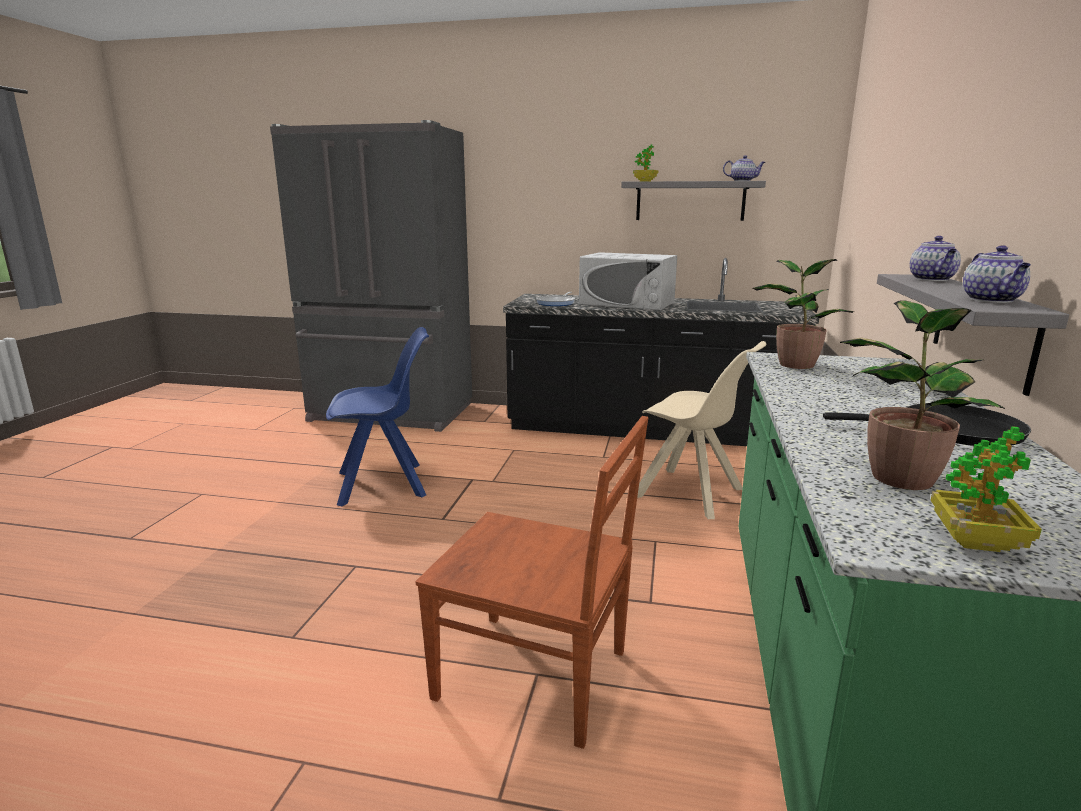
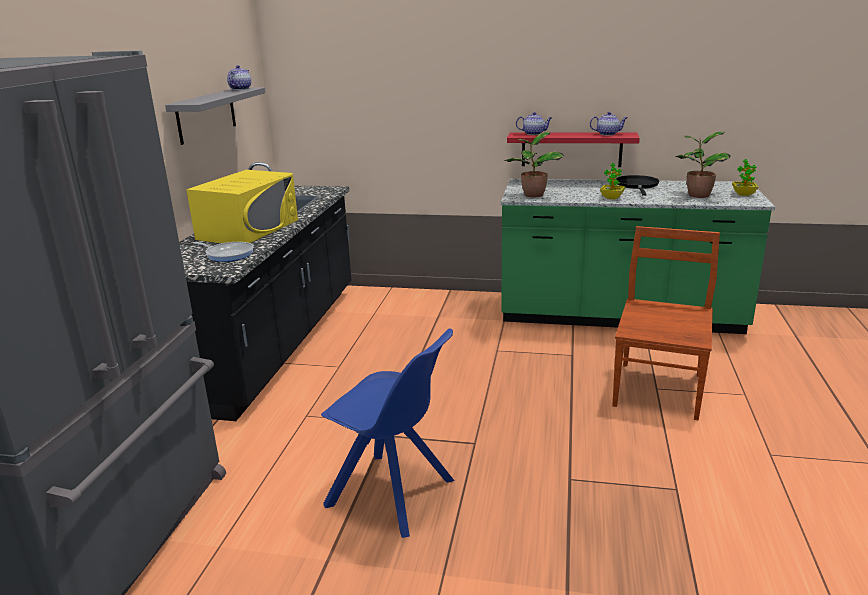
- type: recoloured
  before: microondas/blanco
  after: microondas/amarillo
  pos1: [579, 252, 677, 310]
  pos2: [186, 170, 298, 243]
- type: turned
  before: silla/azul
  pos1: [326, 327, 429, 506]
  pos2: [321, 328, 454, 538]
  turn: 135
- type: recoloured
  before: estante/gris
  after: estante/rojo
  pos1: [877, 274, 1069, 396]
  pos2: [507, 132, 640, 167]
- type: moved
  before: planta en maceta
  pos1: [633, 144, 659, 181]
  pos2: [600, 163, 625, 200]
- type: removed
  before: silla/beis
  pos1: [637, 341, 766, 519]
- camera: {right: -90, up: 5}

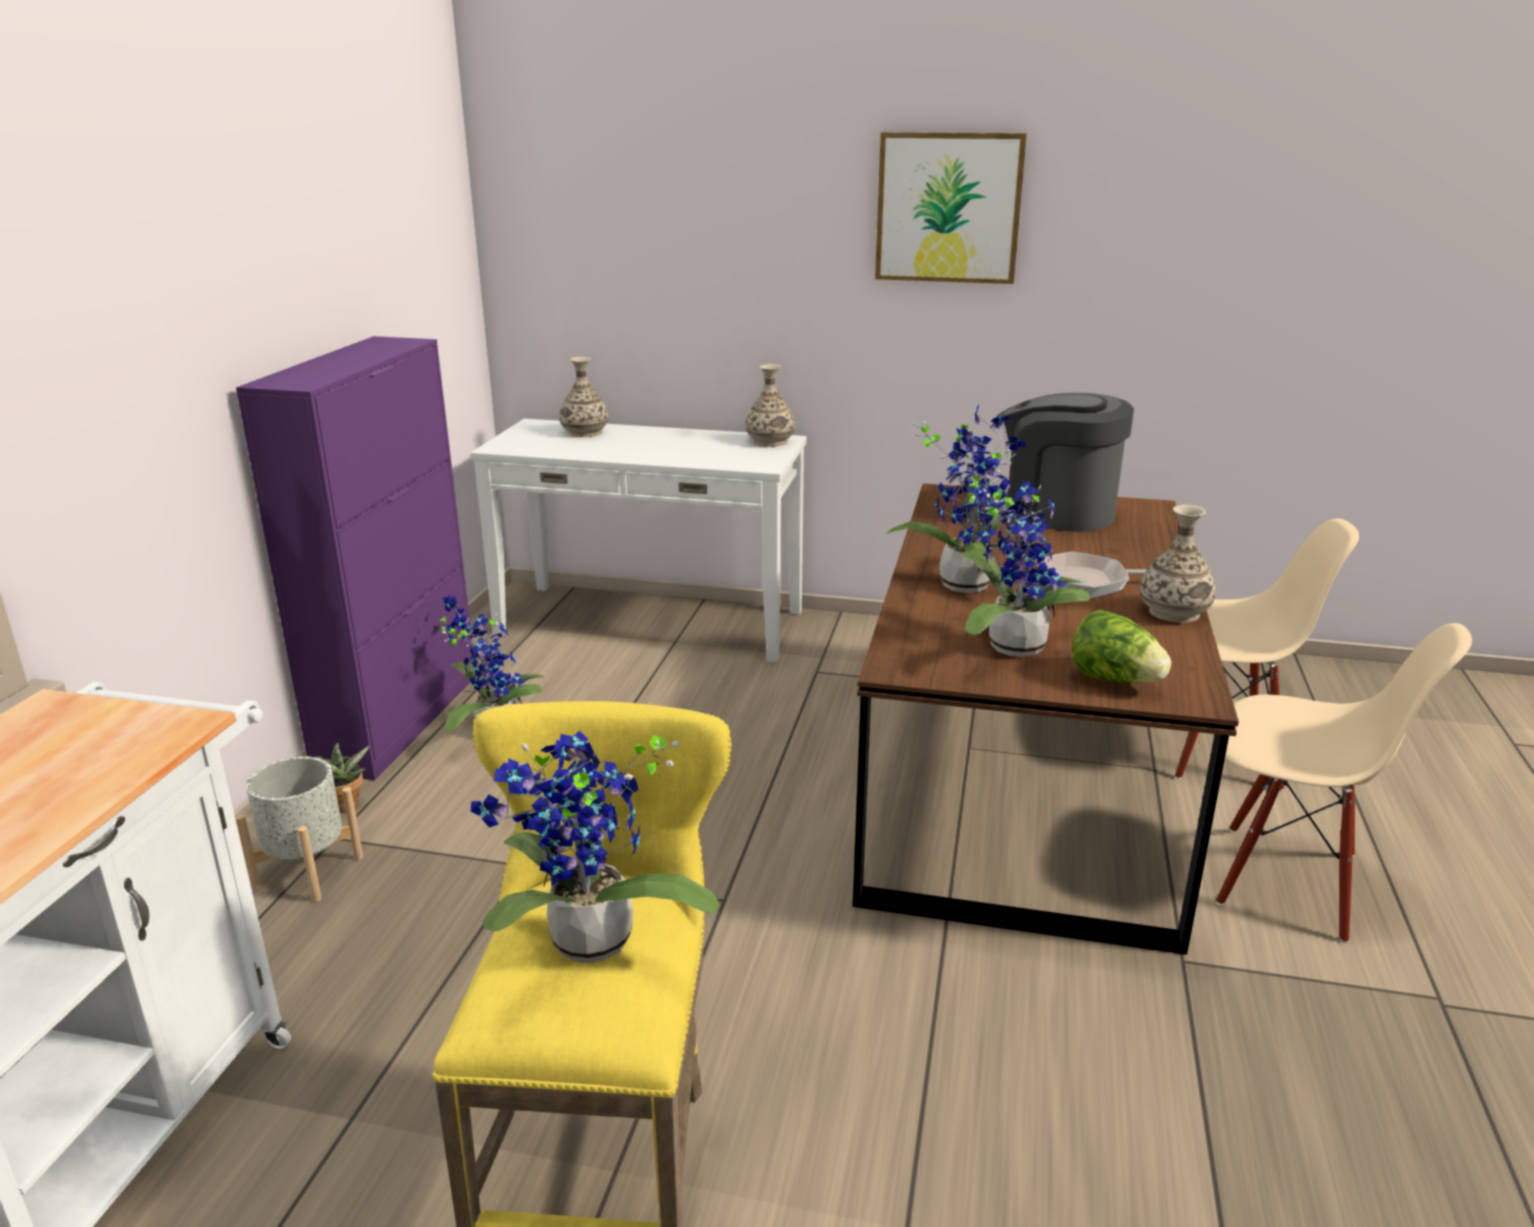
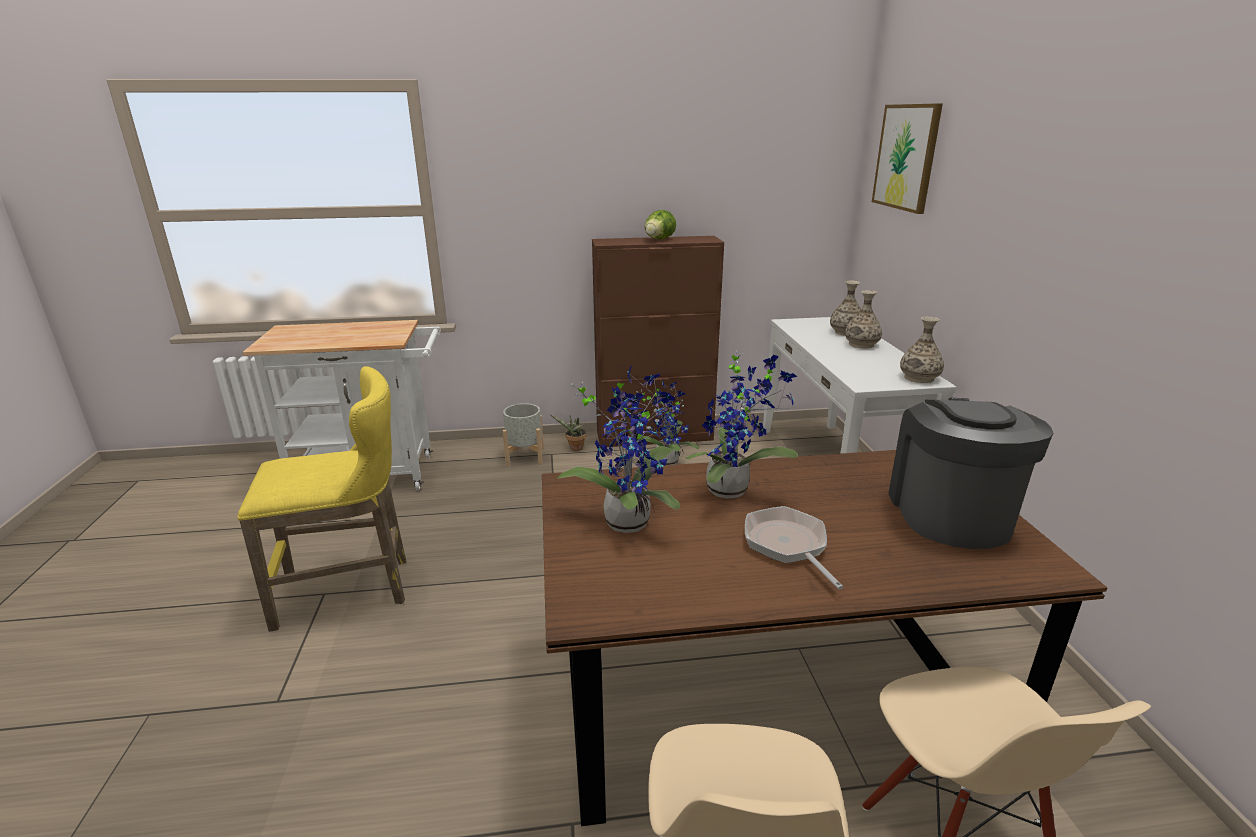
- type: recoloured
  before: armario/morado
  after: armario/marrón
  pos1: [236, 336, 473, 781]
  pos2: [592, 236, 724, 447]
- type: moved
  before: lechuga
  pos1: [1071, 610, 1171, 683]
  pos2: [645, 210, 676, 239]
- type: moved
  before: florero
  pos1: [1140, 505, 1216, 623]
  pos2: [845, 290, 882, 348]
- type: moved
  before: cuadro
  pos1: [875, 132, 1027, 284]
  pos2: [872, 103, 943, 214]
- type: removed
  before: planta en maceta
  pos1: [471, 731, 720, 963]
- camera: {right: 70, up: 0}

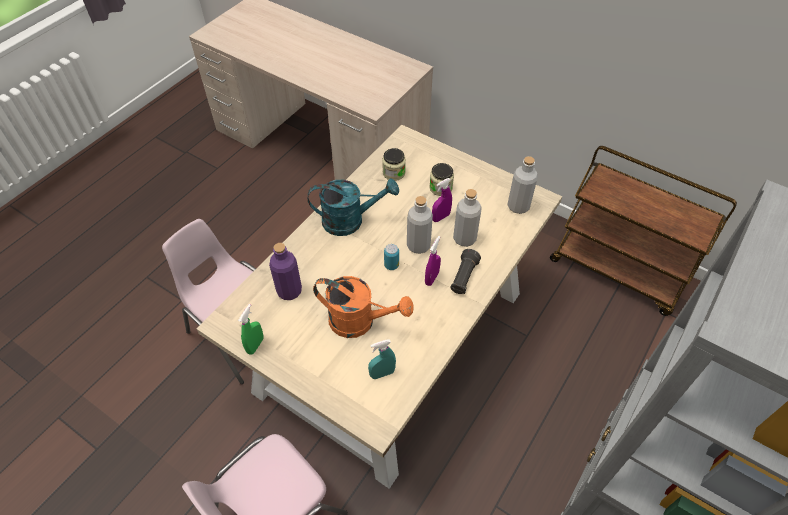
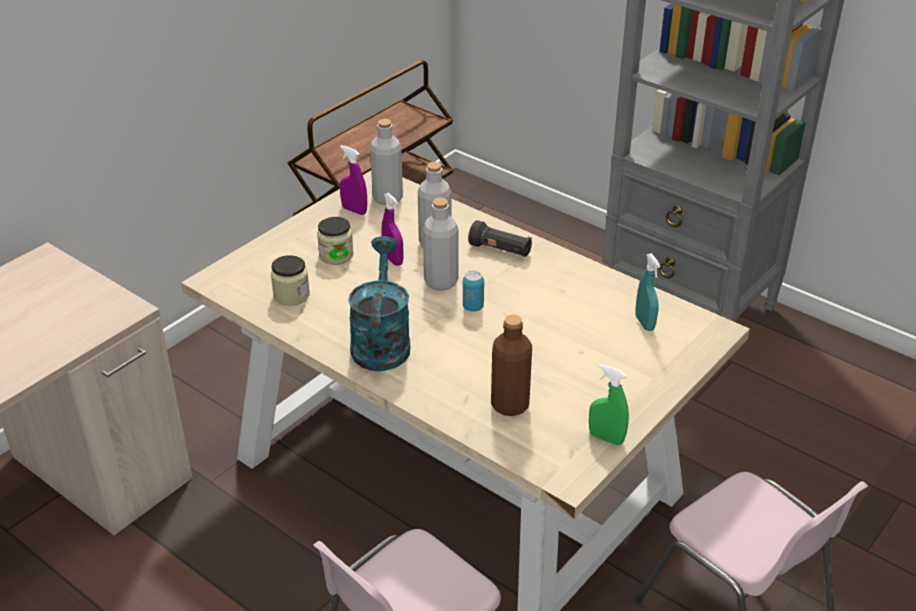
- type: moved
  before: pulverizador/morado
  pos1: [425, 236, 441, 286]
  pos2: [340, 145, 367, 215]
- type: recoloured
  before: botella/morado
  after: botella/marrón
  pos1: [269, 243, 302, 300]
  pos2: [491, 314, 532, 416]
- type: removed
  before: regadera/naranja
  pos1: [313, 276, 414, 338]
- camera: {right: -85, up: -15}

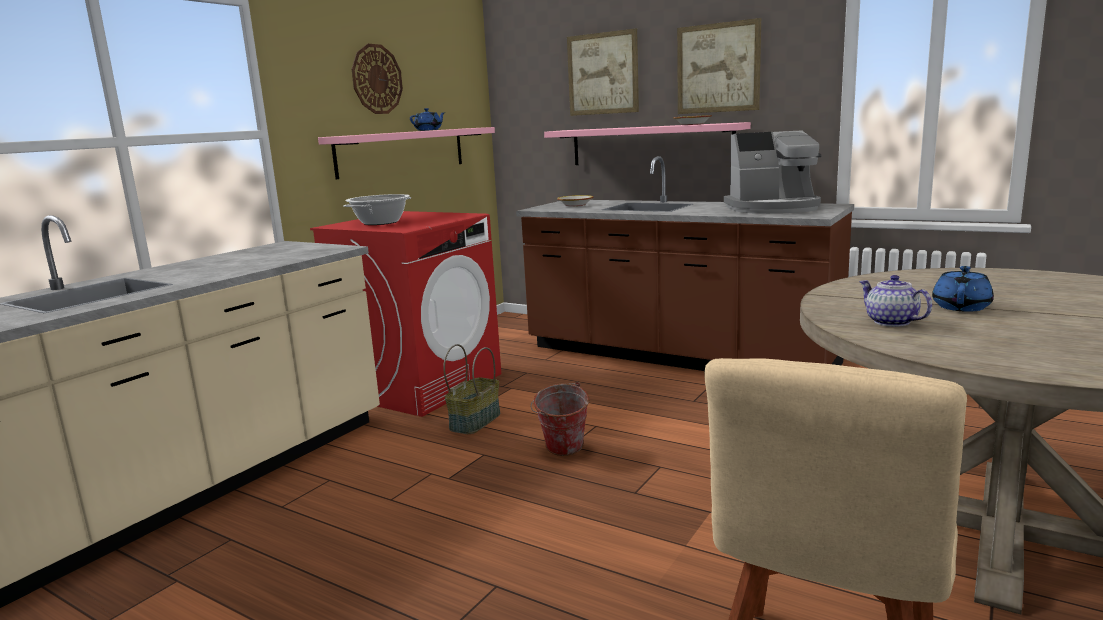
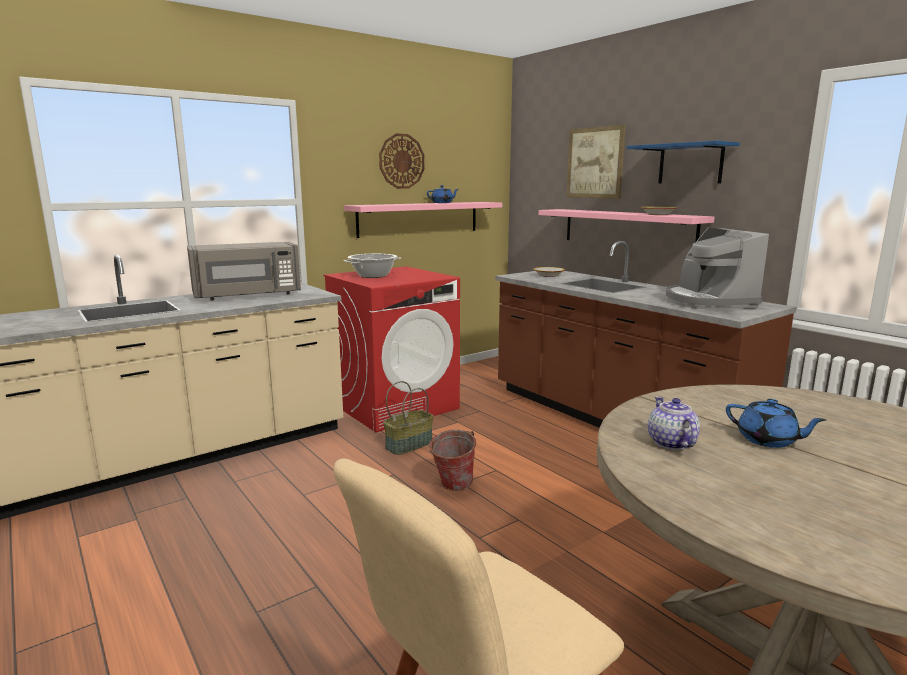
- type: added
  after: microondas/gris
  pos2: [187, 242, 301, 301]
- type: replaced
  before: cuadro
  after: estante/azul
  pos1: [677, 18, 761, 114]
  pos2: [627, 141, 740, 184]
- type: turned
  before: cafetera
  pos1: [724, 130, 822, 214]
  pos2: [666, 228, 769, 309]
  turn: 60
- type: turned
  before: tetera/azul
  pos1: [932, 266, 994, 312]
  pos2: [726, 399, 826, 448]
  turn: 75
- camera: {right: 20, up: 0}

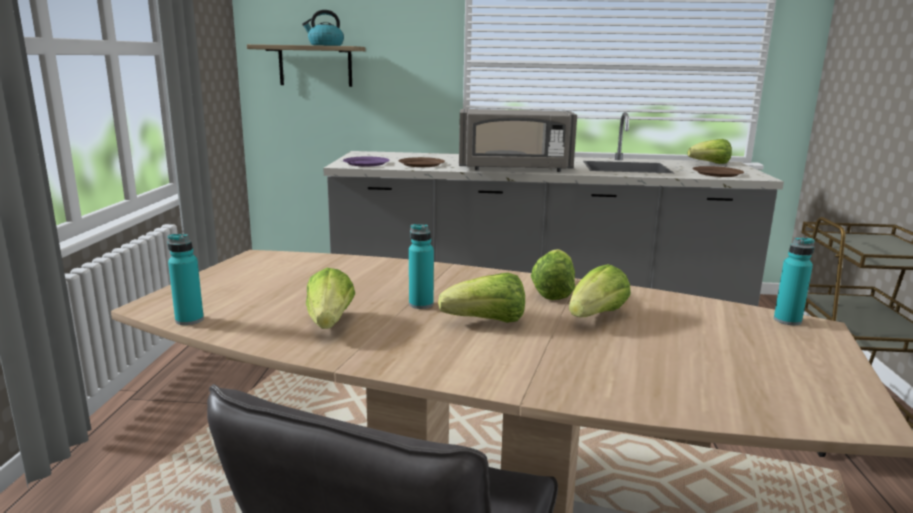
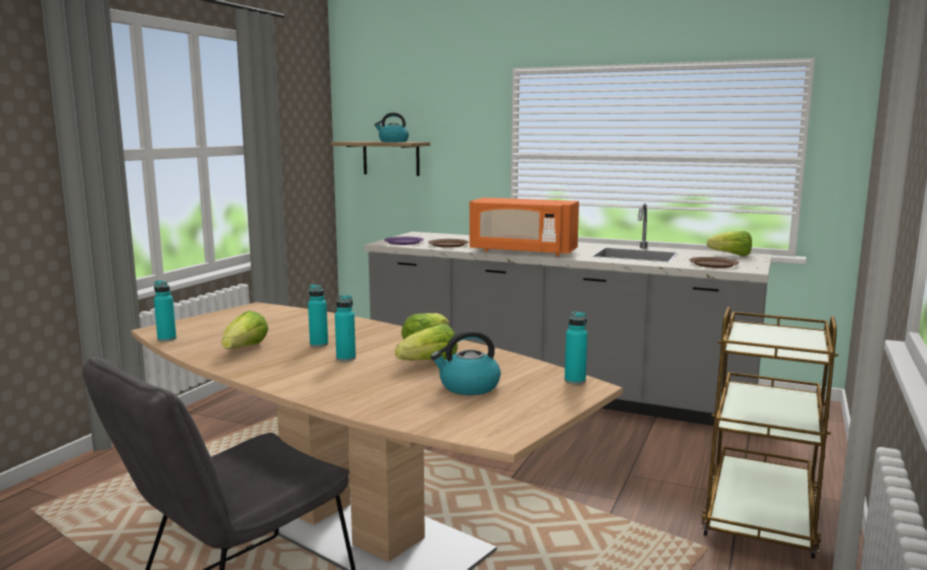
- type: replaced
  before: lechuga
  after: botella/turquesa
  pos1: [438, 273, 525, 323]
  pos2: [335, 295, 356, 361]
- type: added
  after: hervidor
  pos2: [431, 330, 501, 395]
- type: recoloured
  before: microondas/gris
  after: microondas/naranja
  pos1: [459, 109, 577, 172]
  pos2: [469, 198, 579, 256]
- camera: {right: 20, up: -5}

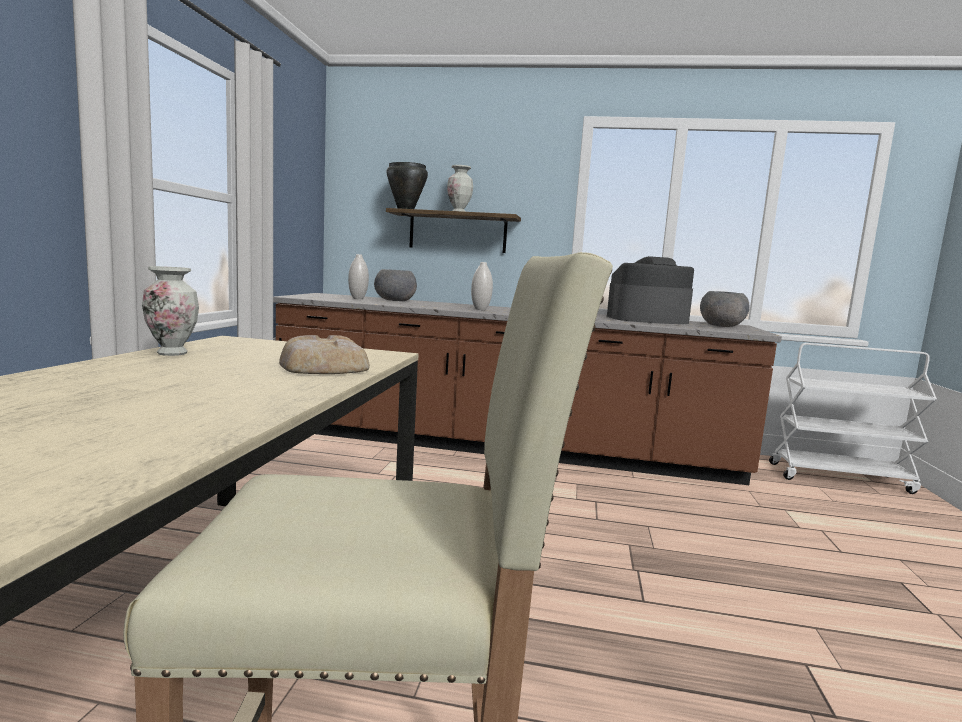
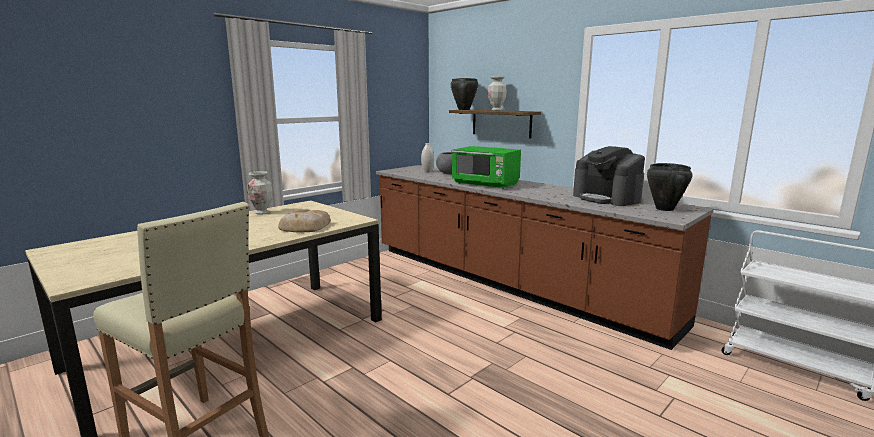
- type: replaced
  before: florero/blanco
  after: microondas/verde
  pos1: [471, 262, 493, 310]
  pos2: [452, 146, 521, 189]
- type: turned
  before: cafetera
  pos1: [607, 256, 694, 324]
  pos2: [573, 146, 645, 206]
  turn: -150
- type: replaced
  before: cuenco/gris
  after: olla/negro
  pos1: [700, 291, 750, 327]
  pos2: [647, 163, 692, 211]
- camera: {right: 35, up: 5}

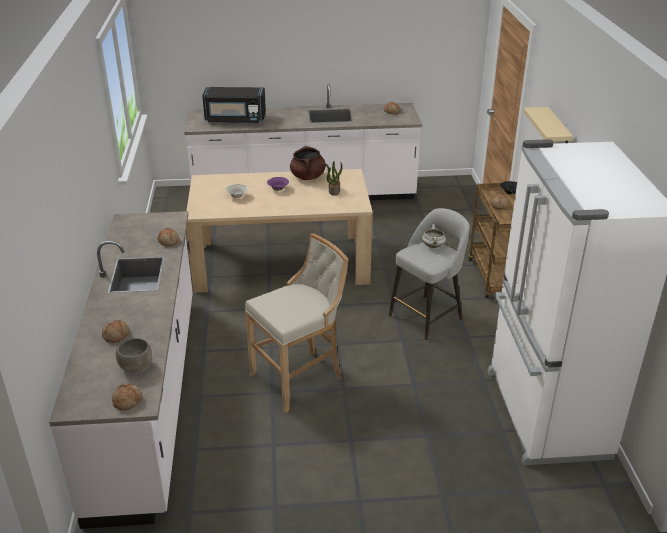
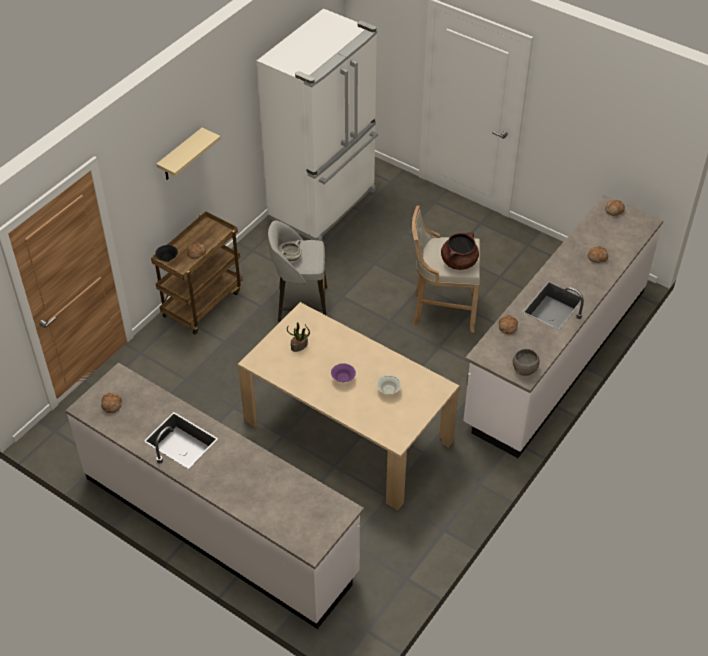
- type: moved
  before: olla/marrón
  pos1: [290, 146, 326, 180]
  pos2: [441, 232, 479, 270]
- type: moved
  before: cuenco/gris
  pos1: [116, 338, 152, 373]
  pos2: [513, 349, 540, 376]
- type: removed
  before: microondas/negro
  pos1: [202, 87, 266, 123]
- camera: {right: -140, up: 15}

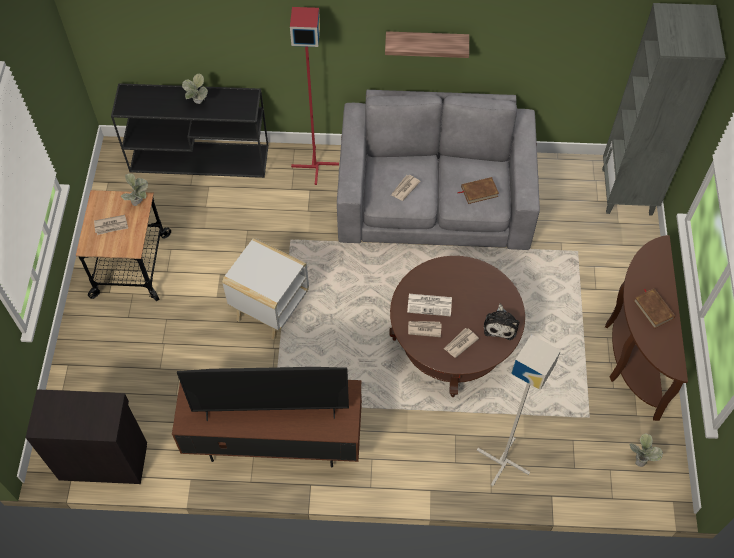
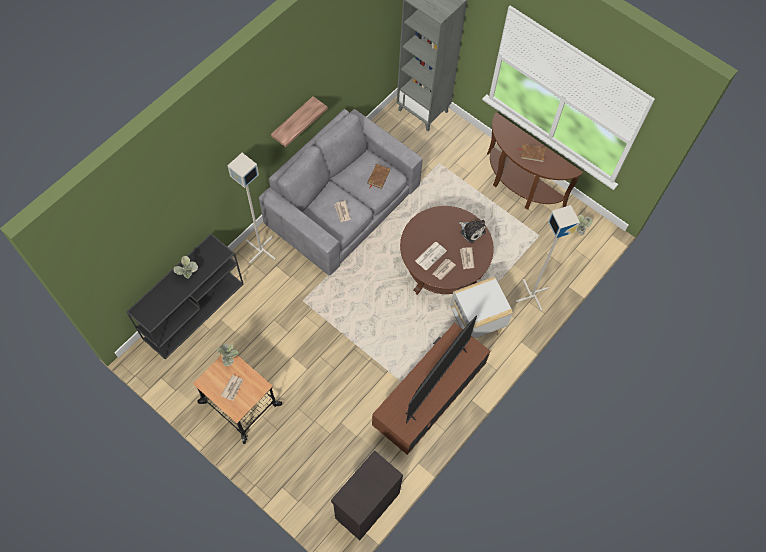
- type: recoloured
  before: lámpara de pie/rojo
  after: lámpara de pie/gris
  pos1: [290, 7, 339, 185]
  pos2: [227, 153, 276, 264]
- type: moved
  before: mesa auxiliar/blanco
  pos1: [222, 238, 309, 340]
  pos2: [450, 277, 513, 338]
- camera: {right: -55, up: 5}

